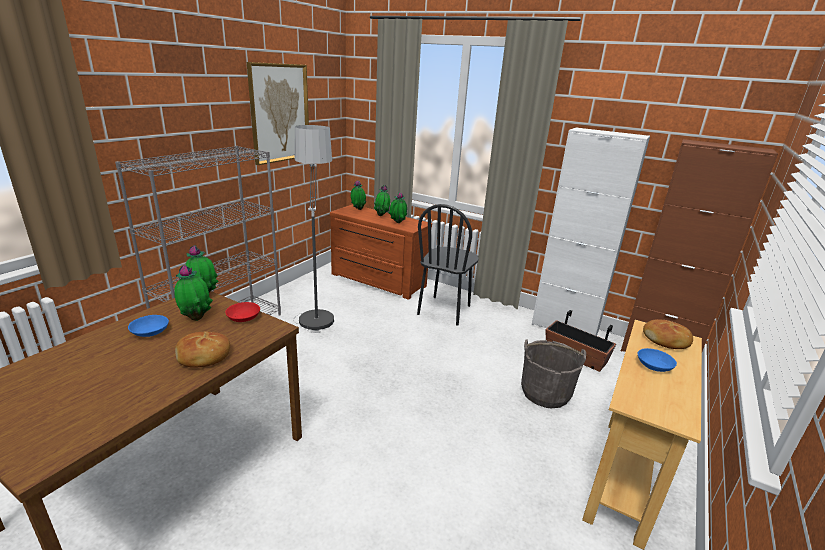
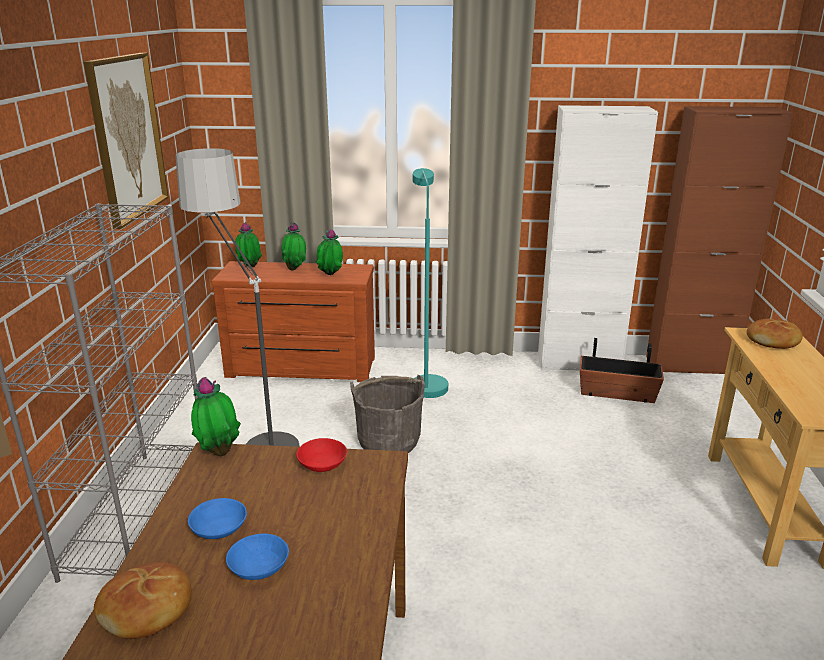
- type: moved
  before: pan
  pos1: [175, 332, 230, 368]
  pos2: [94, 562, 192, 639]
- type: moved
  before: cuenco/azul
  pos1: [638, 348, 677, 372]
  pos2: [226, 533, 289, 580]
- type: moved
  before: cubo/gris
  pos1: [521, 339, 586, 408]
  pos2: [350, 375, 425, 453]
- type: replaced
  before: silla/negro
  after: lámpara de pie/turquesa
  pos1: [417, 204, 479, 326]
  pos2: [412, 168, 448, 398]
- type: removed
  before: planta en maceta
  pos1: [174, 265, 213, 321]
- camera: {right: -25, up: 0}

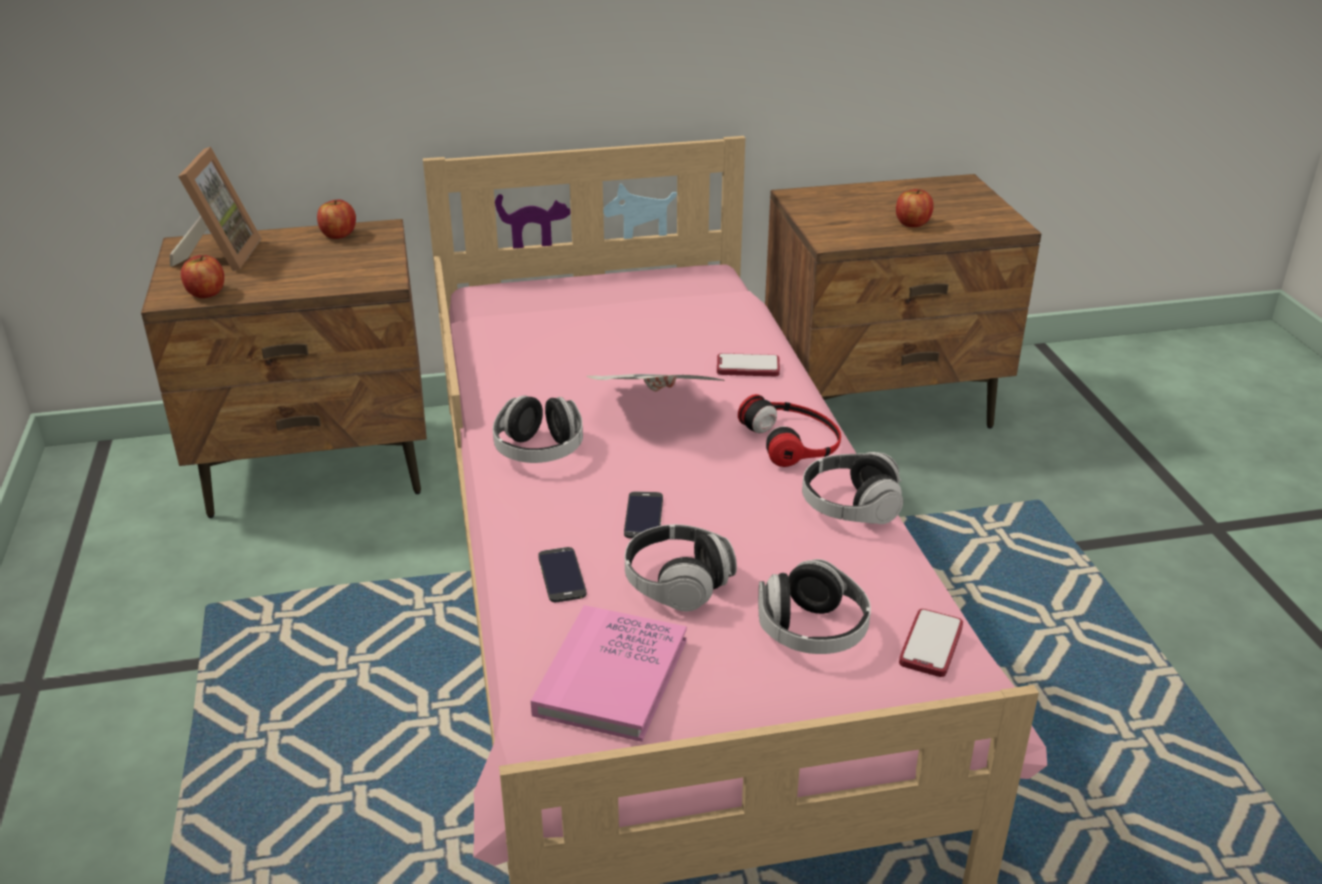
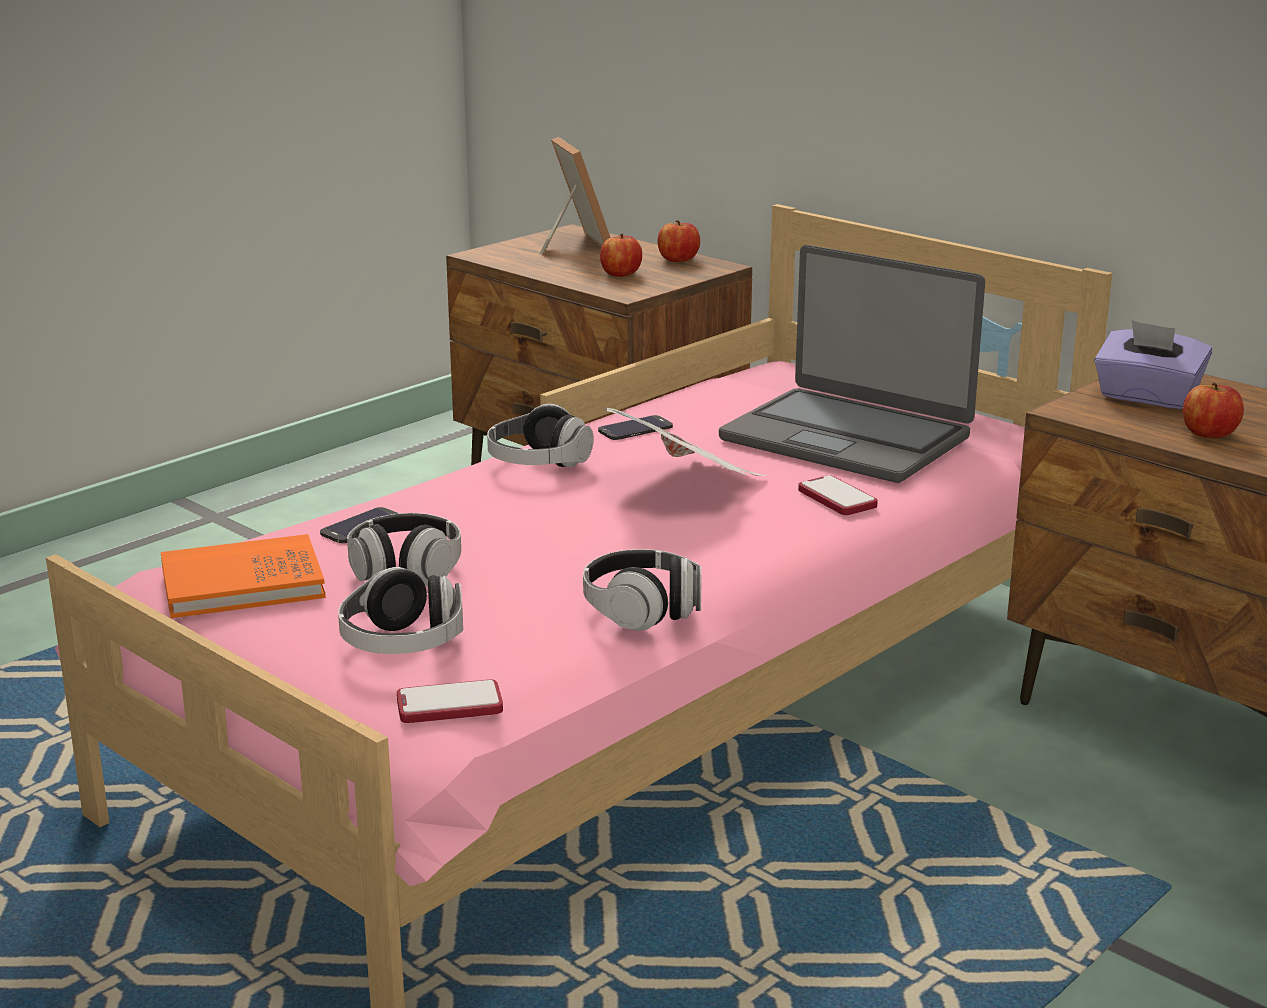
- type: recoloured
  before: libro/rosa
  after: libro/naranja
  pos1: [531, 605, 687, 742]
  pos2: [161, 534, 326, 618]
- type: turned
  before: portarretratos
  pos1: [170, 147, 262, 271]
  pos2: [540, 137, 611, 254]
  turn: -75
- type: moved
  before: móvil
  pos1: [624, 491, 663, 538]
  pos2: [598, 415, 673, 440]
- type: moved
  before: manzana
  pos1: [181, 255, 224, 298]
  pos2: [600, 234, 642, 277]
- type: added
  after: portátil
  pos2: [719, 245, 985, 483]
- type: added
  after: caja de pañuelos/morado
  pos2: [1094, 320, 1212, 409]
- type: removed
  before: auriculares
  pos1: [738, 394, 841, 467]
- camera: {right: 55, up: -10}

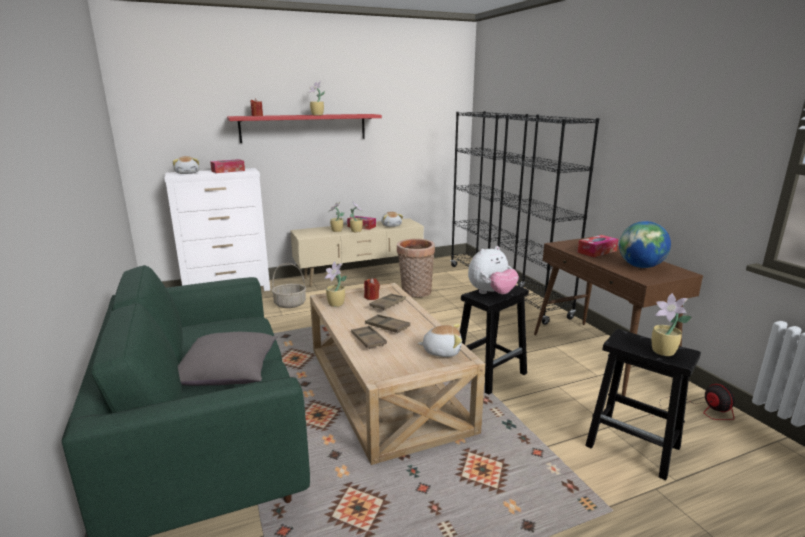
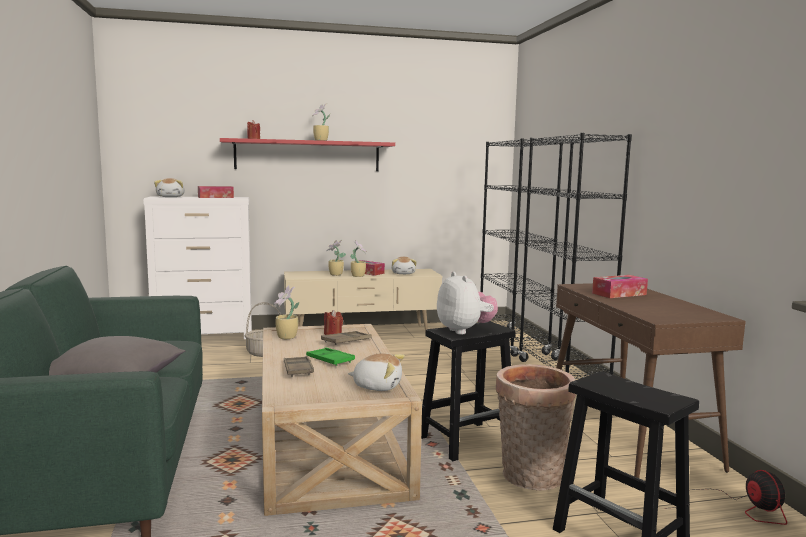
- type: recoloured
  before: bandeja/marrón
  after: bandeja/verde
  pos1: [365, 314, 410, 333]
  pos2: [306, 347, 355, 366]
- type: turned
  before: peluche
  pos1: [468, 246, 519, 294]
  pos2: [437, 272, 498, 335]
  turn: -90
- type: moved
  before: cesta
  pos1: [397, 239, 435, 298]
  pos2: [496, 364, 576, 491]
- type: removed
  before: globo terráqueo
  pos1: [619, 221, 671, 268]
- type: removed
  before: planta en maceta
  pos1: [652, 293, 692, 356]
- camera: {right: 10, up: -10}

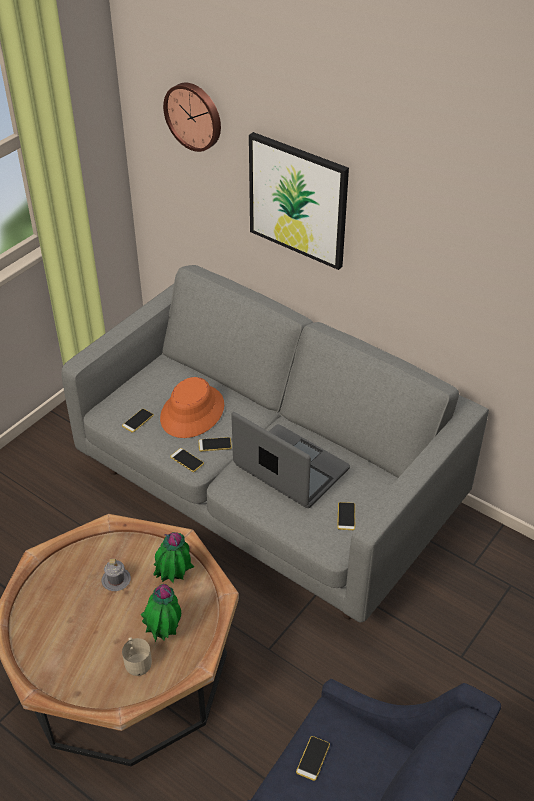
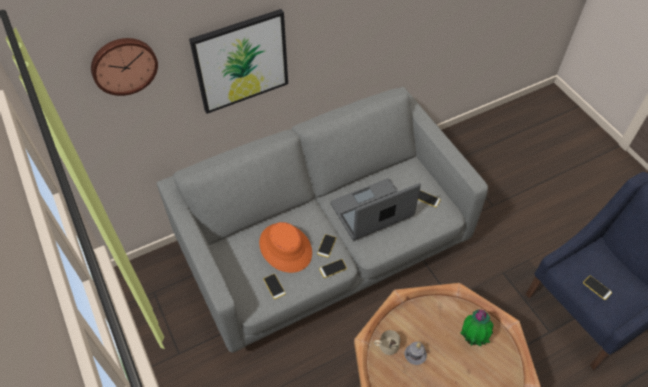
- type: moved
  before: taza grande/beis
  pos1: [122, 637, 152, 676]
  pos2: [374, 330, 401, 355]
- type: removed
  before: planta en maceta
  pos1: [153, 532, 194, 583]
- camera: {right: -65, up: 10}

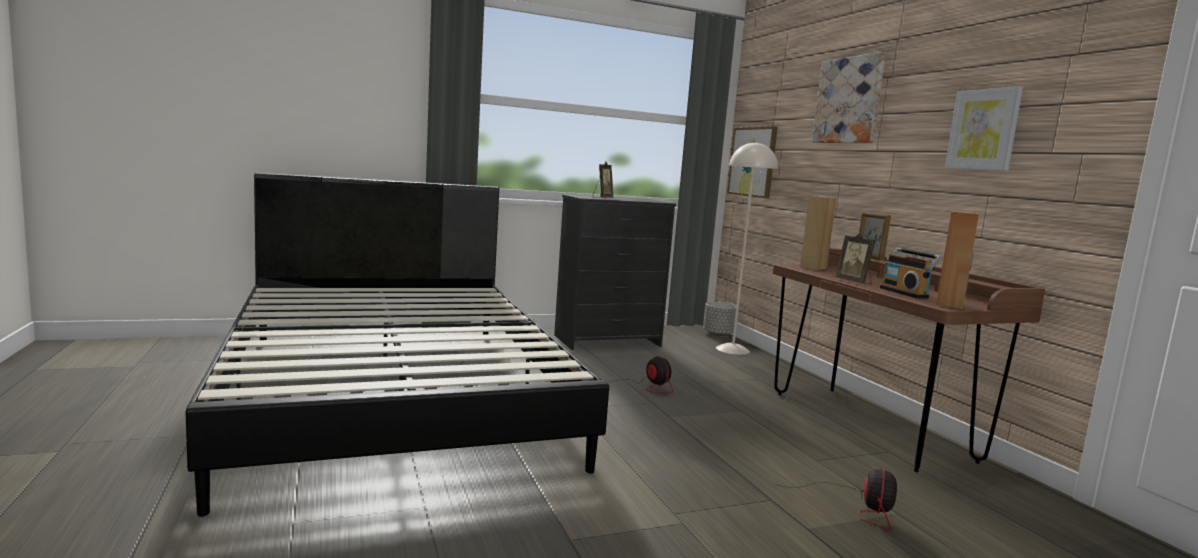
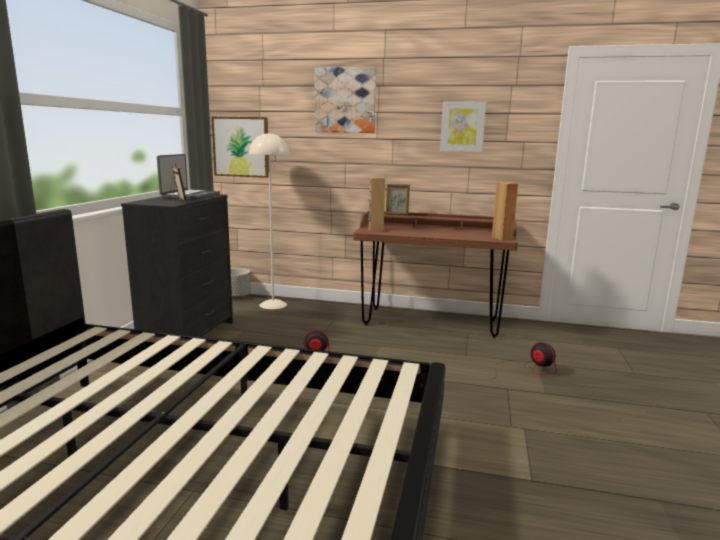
- type: added
  after: portátil
  pos2: [157, 154, 220, 200]
- type: removed
  before: portarretratos
  pos1: [835, 233, 875, 284]
- type: removed
  before: radio
  pos1: [880, 247, 941, 299]
- camera: {right: -55, up: 5}

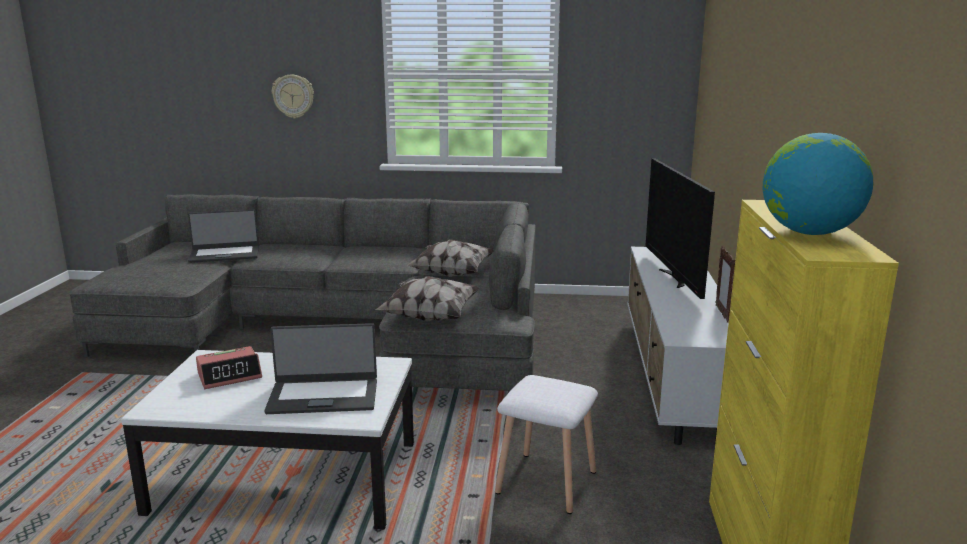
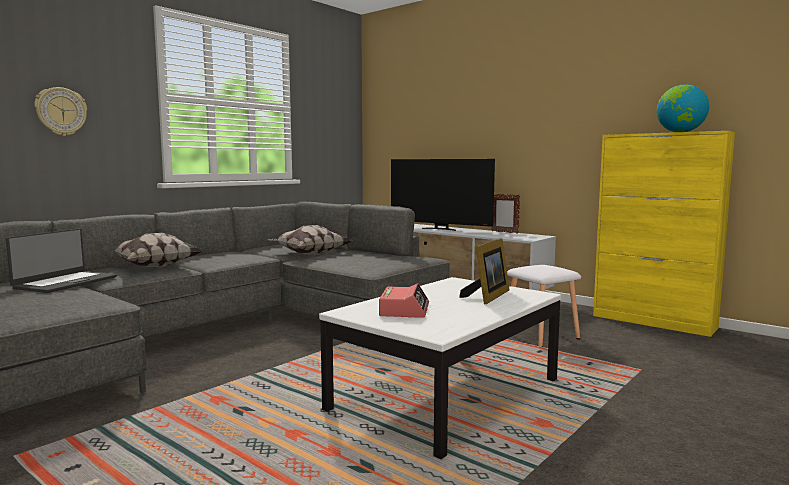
- type: moved
  before: cojín
  pos1: [375, 276, 480, 322]
  pos2: [107, 233, 202, 268]
- type: replaced
  before: portátil
  after: portarretratos
  pos1: [264, 323, 377, 414]
  pos2: [459, 238, 510, 304]
- camera: {right: -55, up: -10}

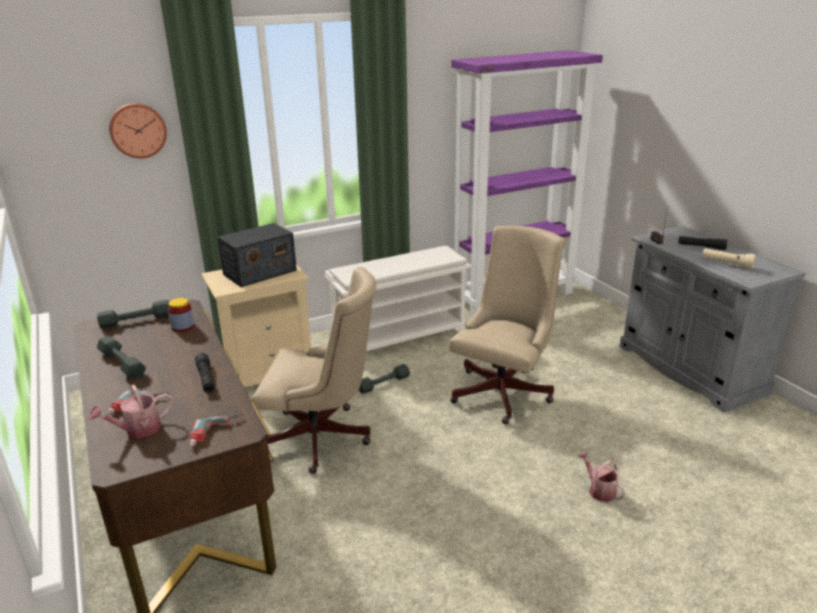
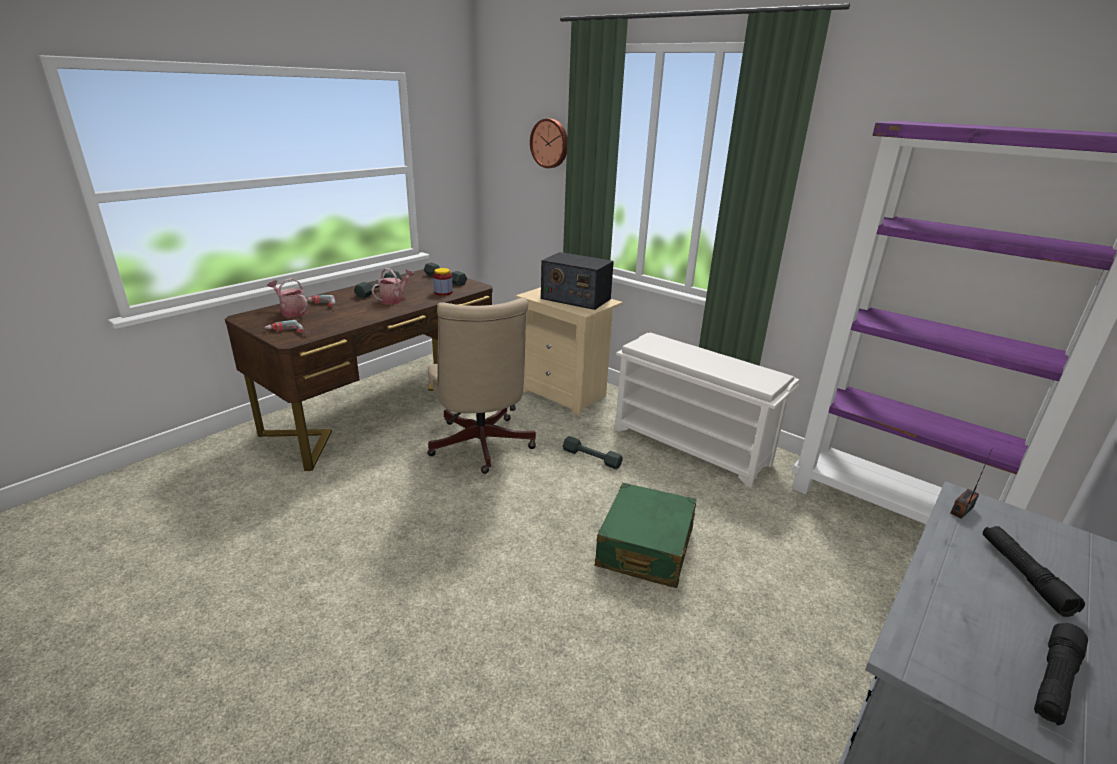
- type: moved
  before: regadera
  pos1: [578, 451, 625, 502]
  pos2: [371, 268, 414, 304]
- type: replaced
  before: silla de oficina/beis
  after: maleta/verde
  pos1: [449, 226, 565, 424]
  pos2: [595, 483, 697, 588]
- type: moved
  before: linterna/negro
  pos1: [195, 353, 215, 392]
  pos2: [1034, 623, 1088, 725]
- type: removed
  before: linterna/beis
  pos1: [702, 248, 756, 269]
- camera: {right: 65, up: 0}

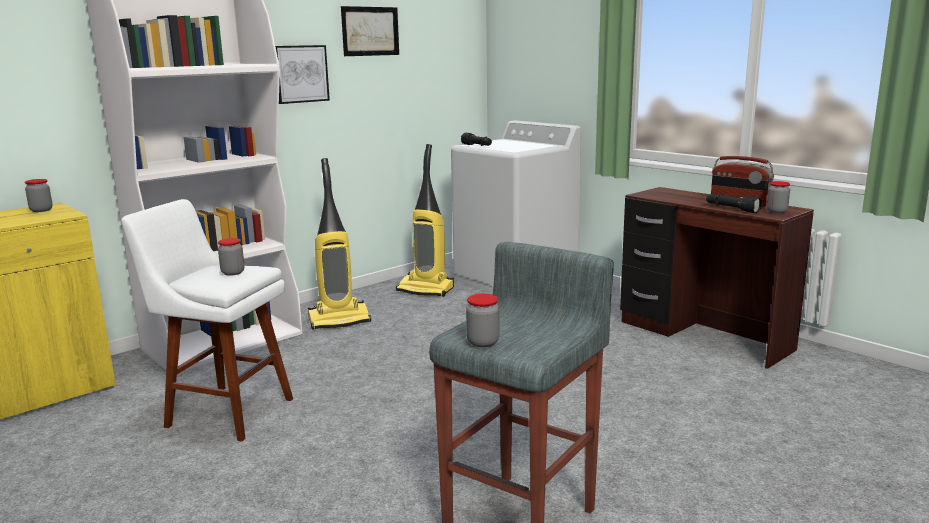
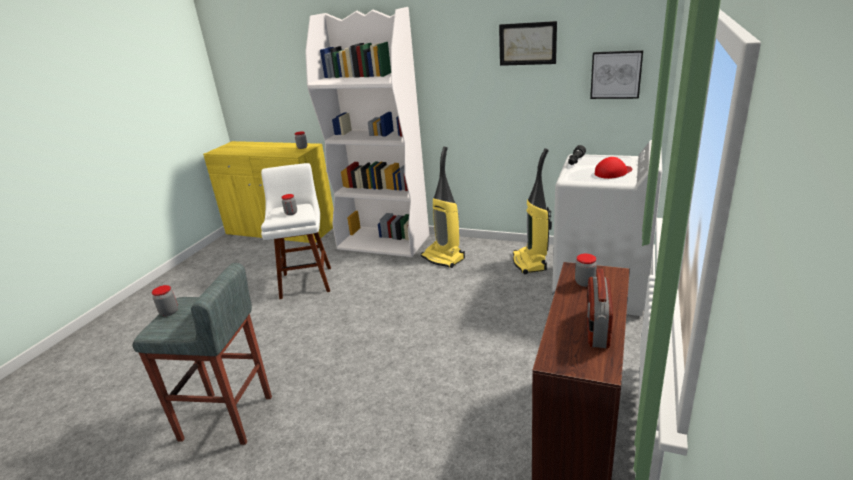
- type: moved
  before: tarro
  pos1: [767, 181, 790, 213]
  pos2: [575, 254, 597, 287]
- type: moved
  before: cuadro
  pos1: [275, 45, 330, 104]
  pos2: [590, 50, 643, 99]
- type: added
  after: gorra/rojo
  pos2: [595, 157, 632, 179]
- type: removed
  before: linterna/negro
  pos1: [706, 194, 762, 213]
- camera: {right: 65, up: 10}

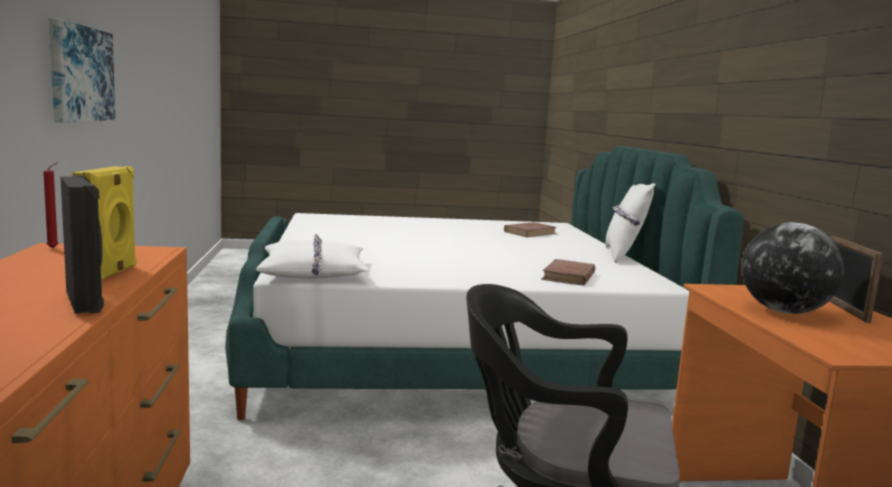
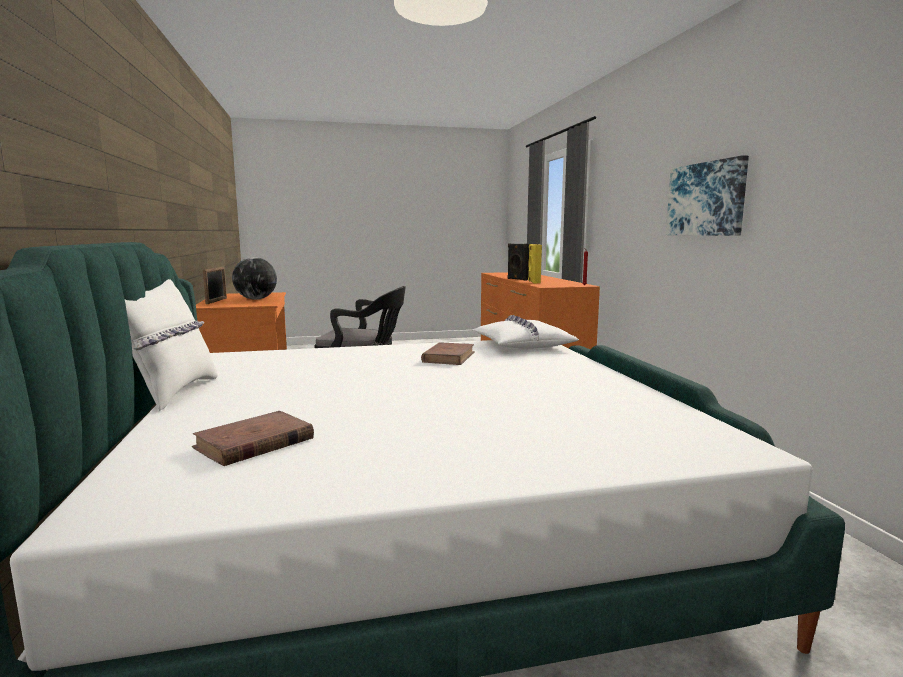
- type: moved
  before: libro/marrón
  pos1: [541, 259, 596, 286]
  pos2: [421, 342, 475, 365]
- camera: {right: 175, up: 0}

